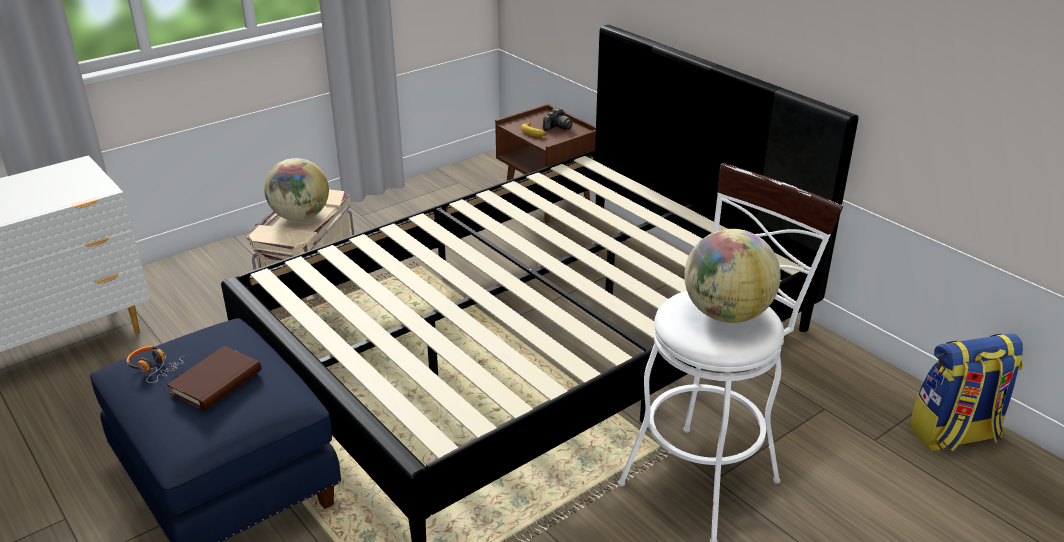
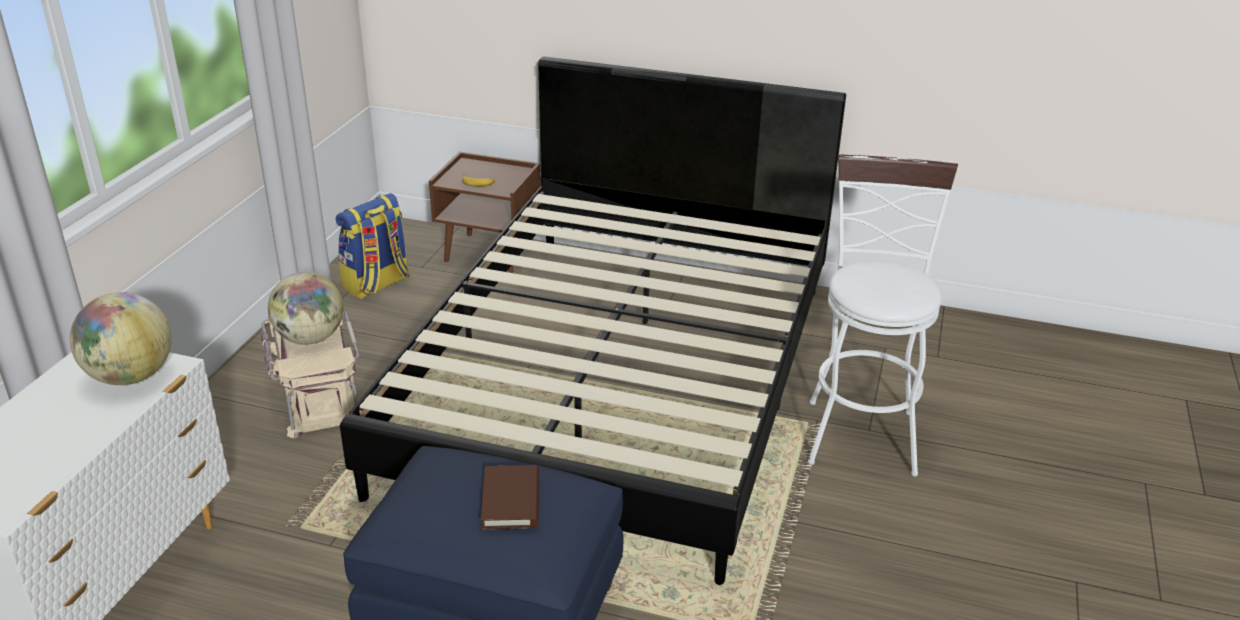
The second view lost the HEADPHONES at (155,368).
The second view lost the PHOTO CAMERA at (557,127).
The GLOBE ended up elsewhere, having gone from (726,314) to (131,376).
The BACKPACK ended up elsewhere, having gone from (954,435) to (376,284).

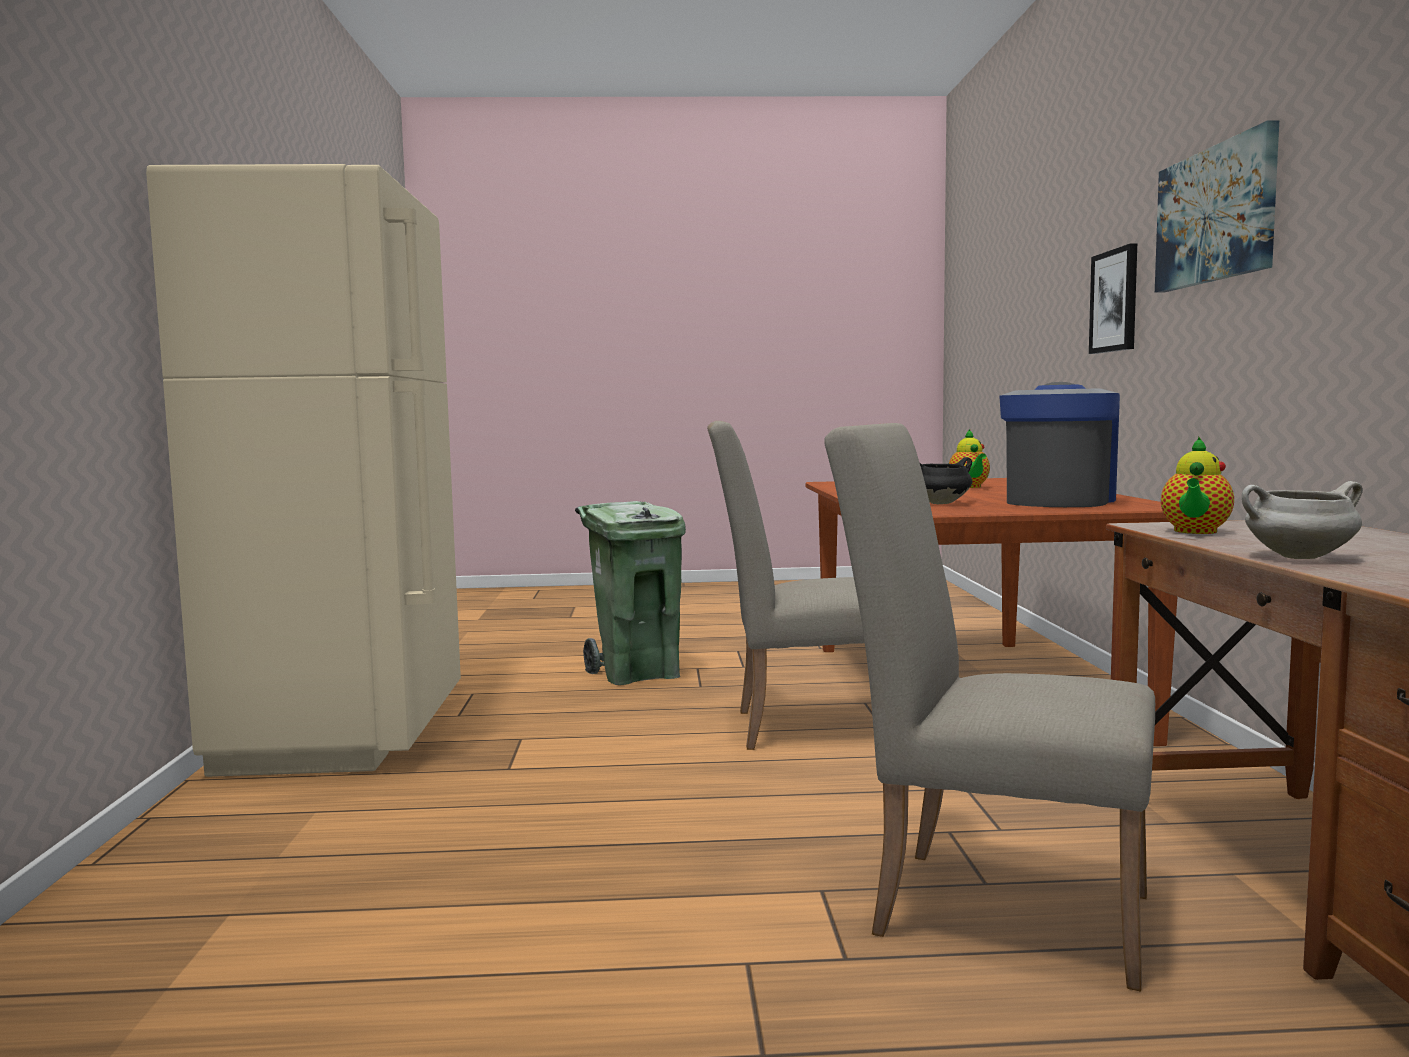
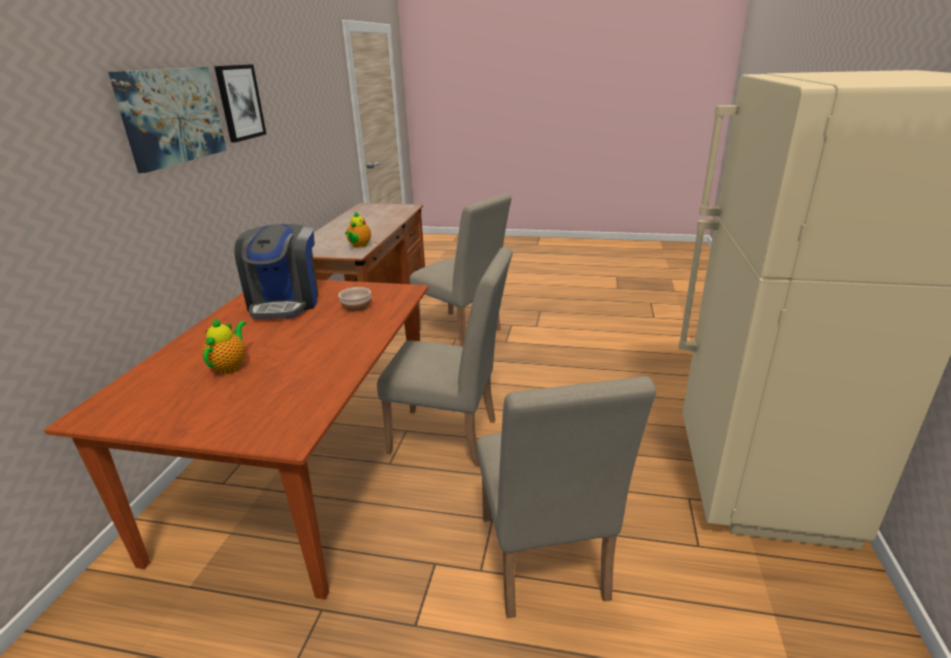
Where the GREEN TRASH CAN stood at (637,673), the BEIGE CHAIR came to stand at (543,566).
Where the BLACK COOKING POT stood at (940,503), the BOWL came to stand at (357,307).
The COFFEE MACHINE at (1058,501) ended up facing another way, 45 degrees counterclockwise from before.
The PICTURE ended up elsewhere, having gone from (1115,301) to (240,102).
The TEAPOT at (1195,532) ended up facing another way, 150 degrees clockwise from before.
The second view lost the WHITE COOKING POT at (1299,557).

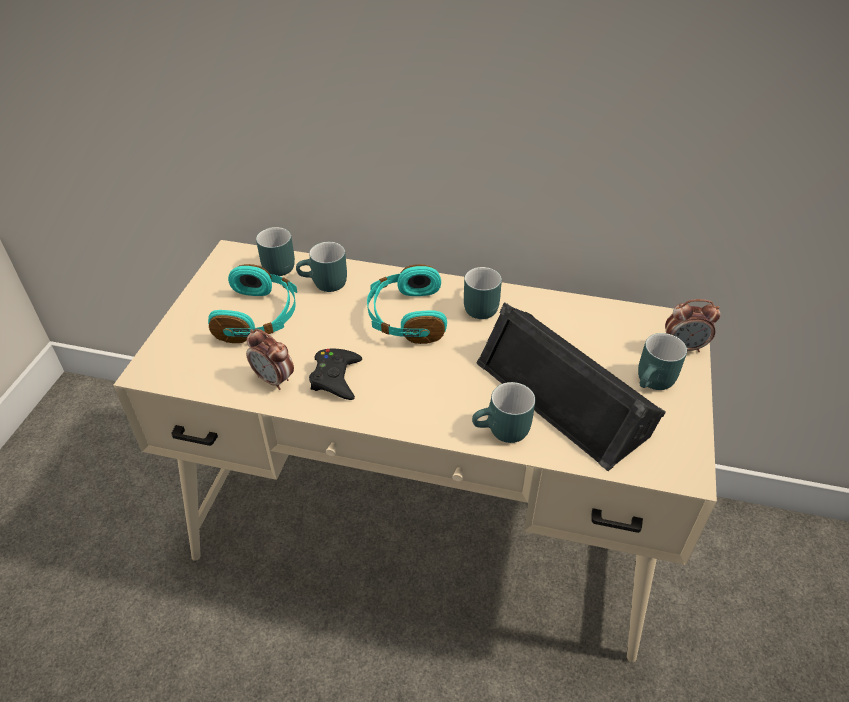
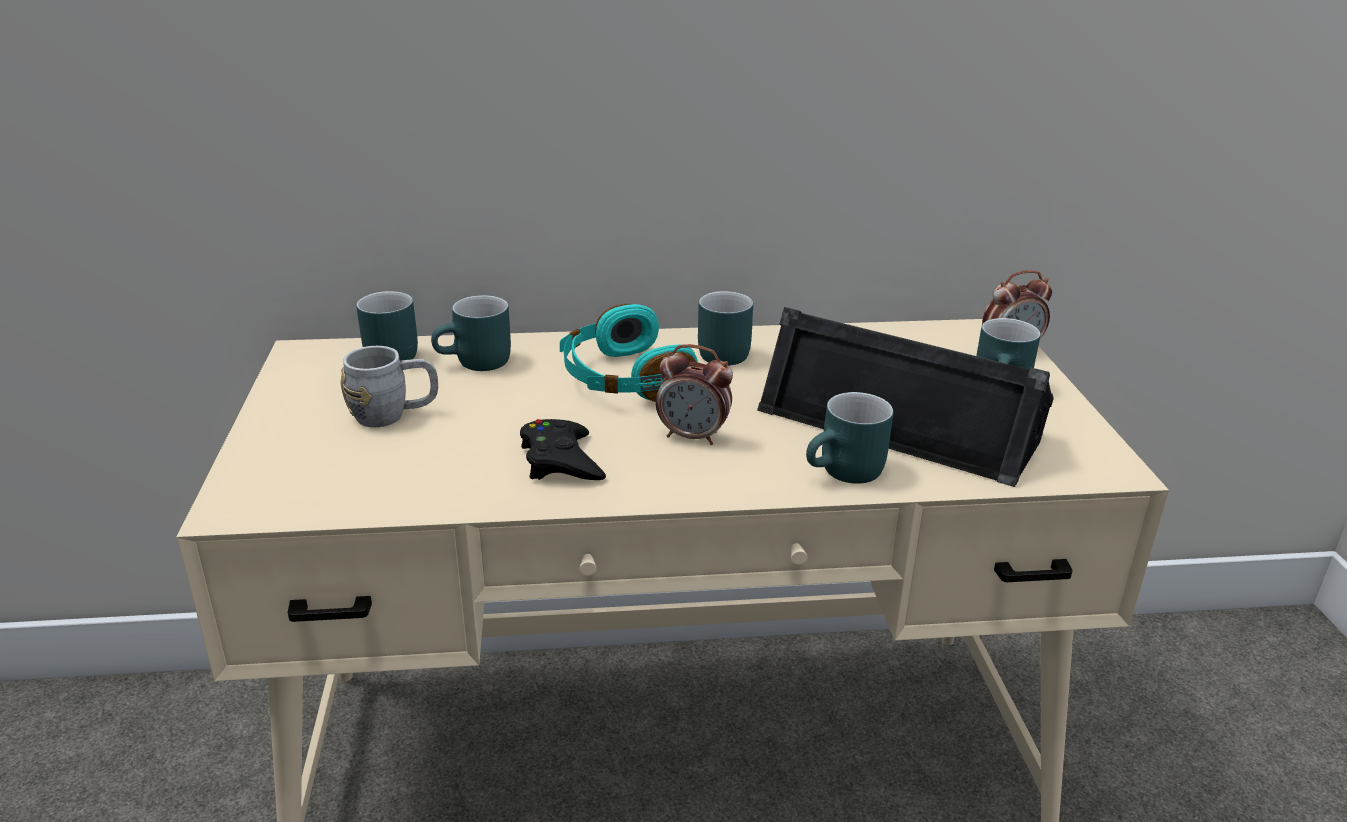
Where the TURQUOISE HEADPHONES stood at (259,317), the GREY MUG came to stand at (394,414).
The ALARM CLOCK ended up elsewhere, having gone from (274,380) to (693,436).

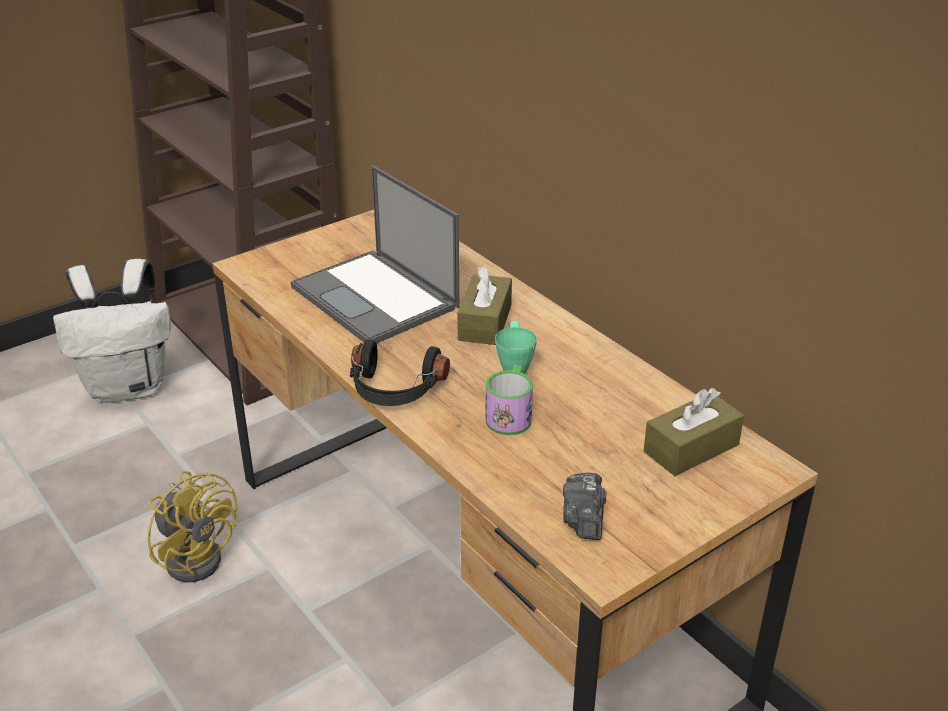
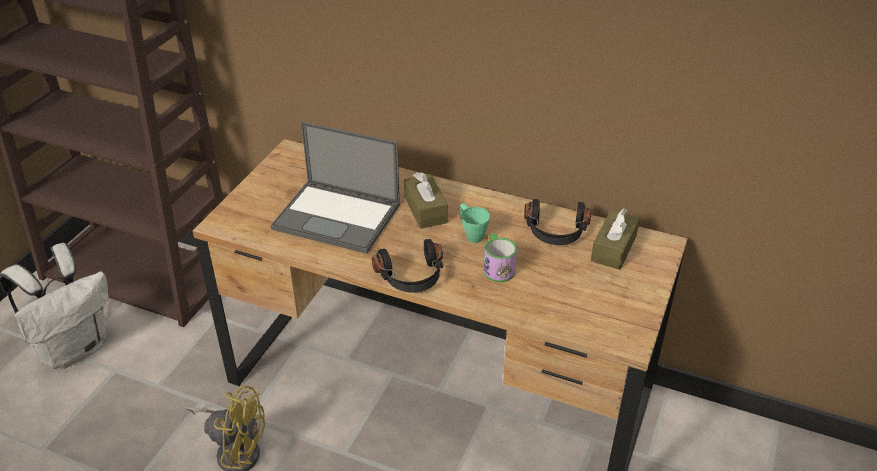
The second view lost the PHOTO CAMERA at (584,520).
The second view gained the BLACK HEADPHONES at (556,233).

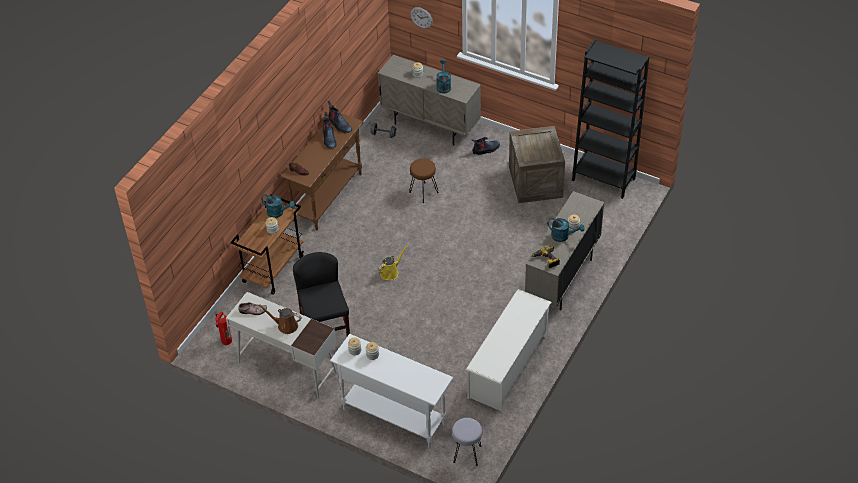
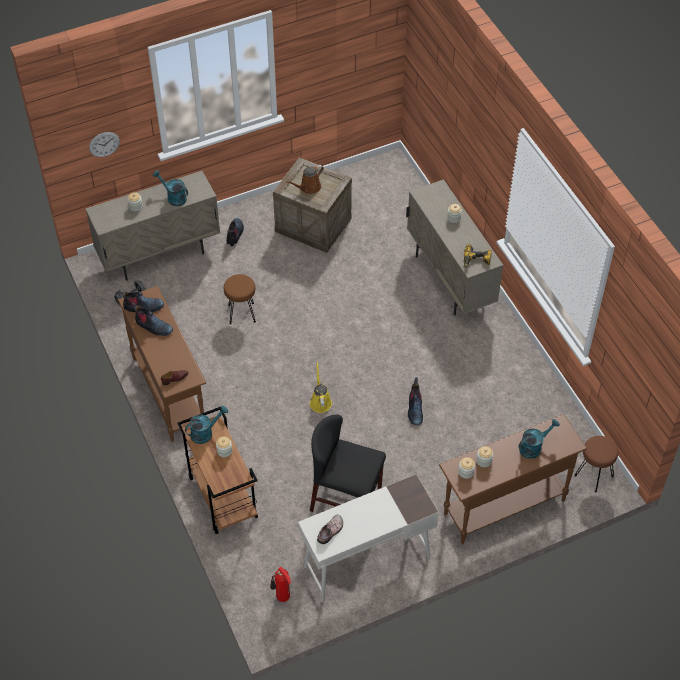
The BROWN WATERING CAN ended up elsewhere, having gone from (285,326) to (308,188).
What was the WHITE CONSOLE TABLE at (394,416) turned into the BROWN CONSOLE TABLE at (503,506).
What was the GREY STOOL at (467,453) turned into the BROWN STOOL at (593,475).
The second view lost the WHITE SHOE RACK at (508,366).
The TURQUOISE WATERING CAN ended up elsewhere, having gone from (563,236) to (533,447).
The second view lost the BLACK BOOKCASE at (603,179).
The second view gained the BOOT at (415,409).

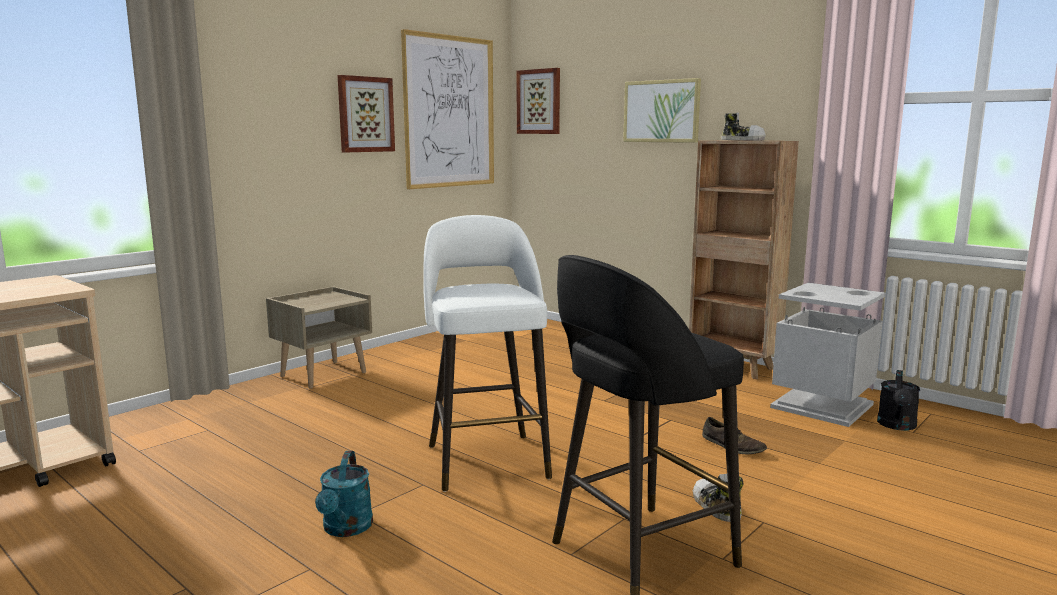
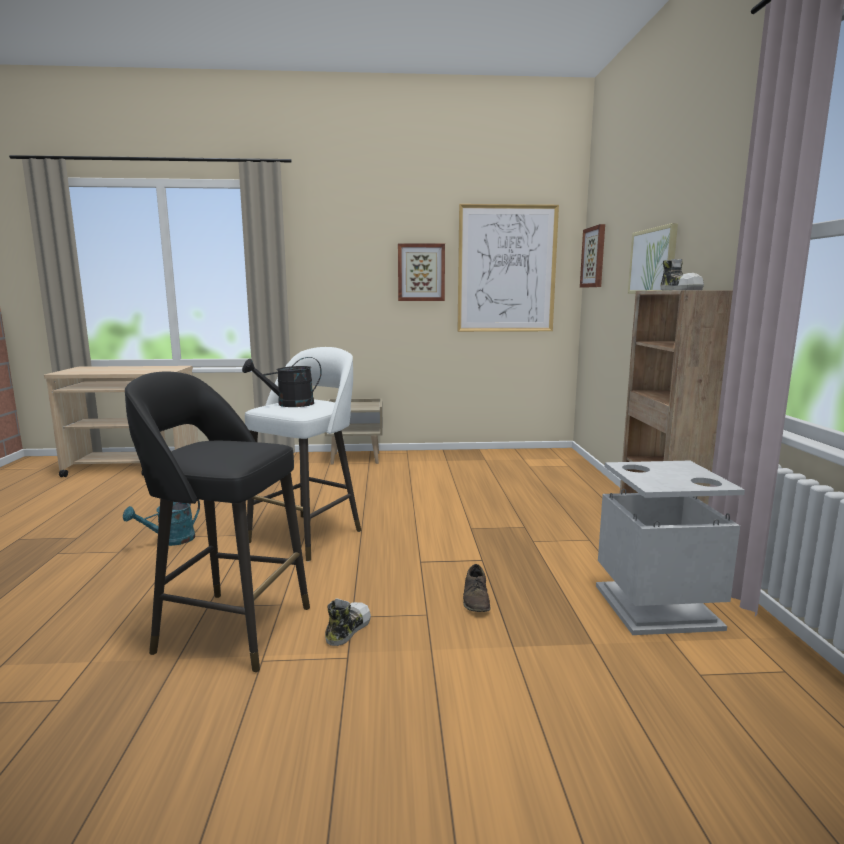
The BLACK WATERING CAN ended up elsewhere, having gone from (897,426) to (288,404).

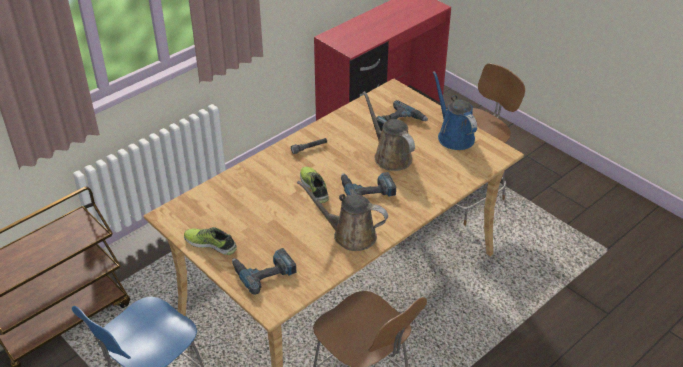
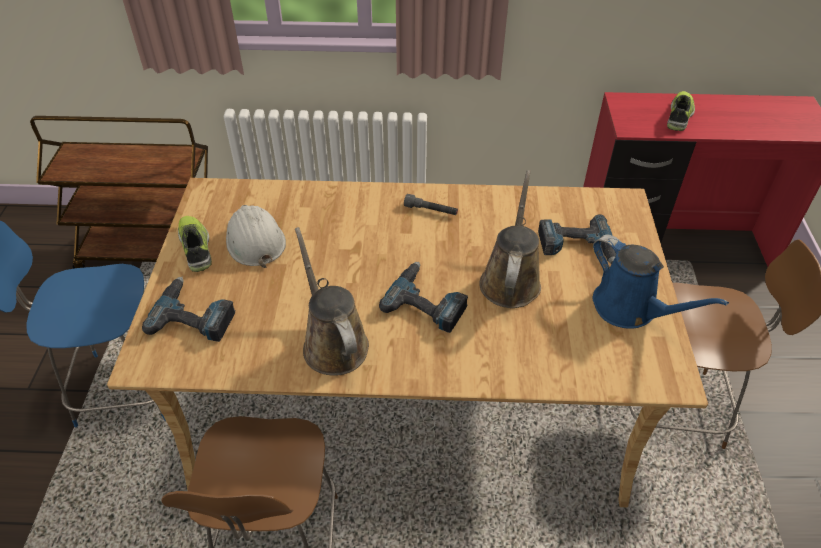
The SHOE ended up elsewhere, having gone from (315,188) to (680,116).
The BLUE WATERING CAN at (453,136) ended up facing another way, 120 degrees clockwise from before.
The second view gained the WHITE HARD HAT at (254,241).

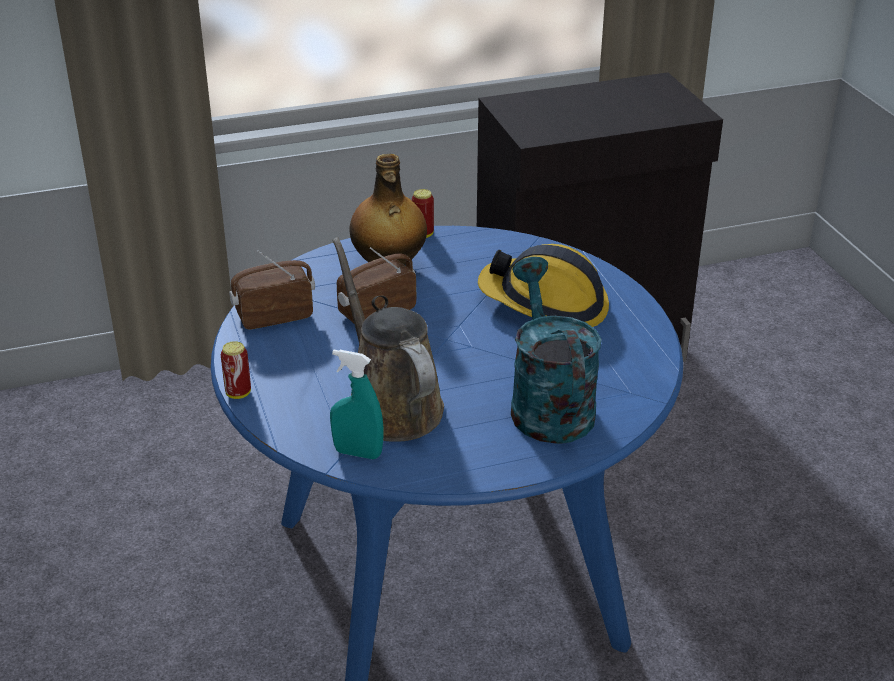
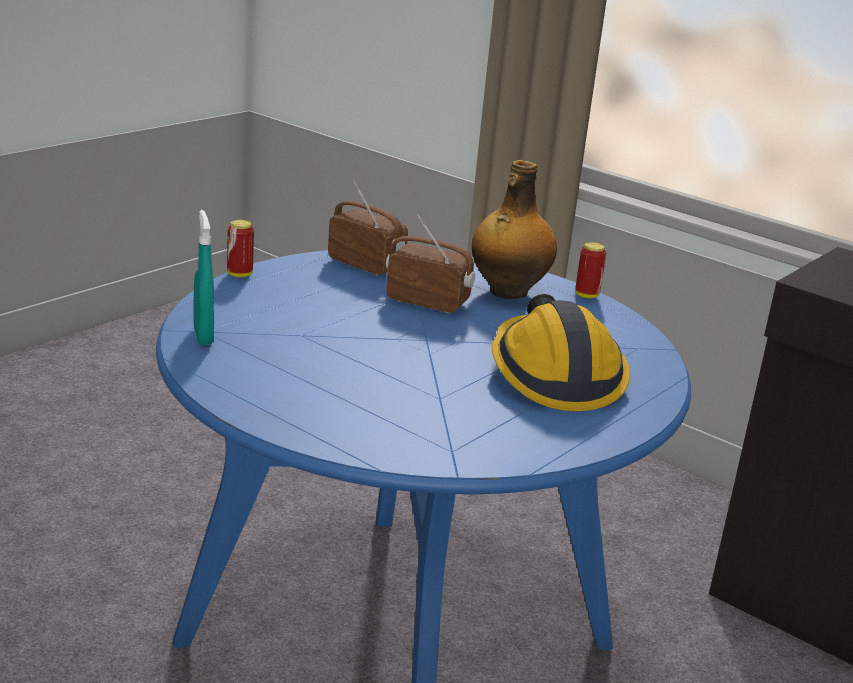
The second view lost the BROWN WATERING CAN at (390,404).
The second view lost the TURQUOISE WATERING CAN at (547,403).

